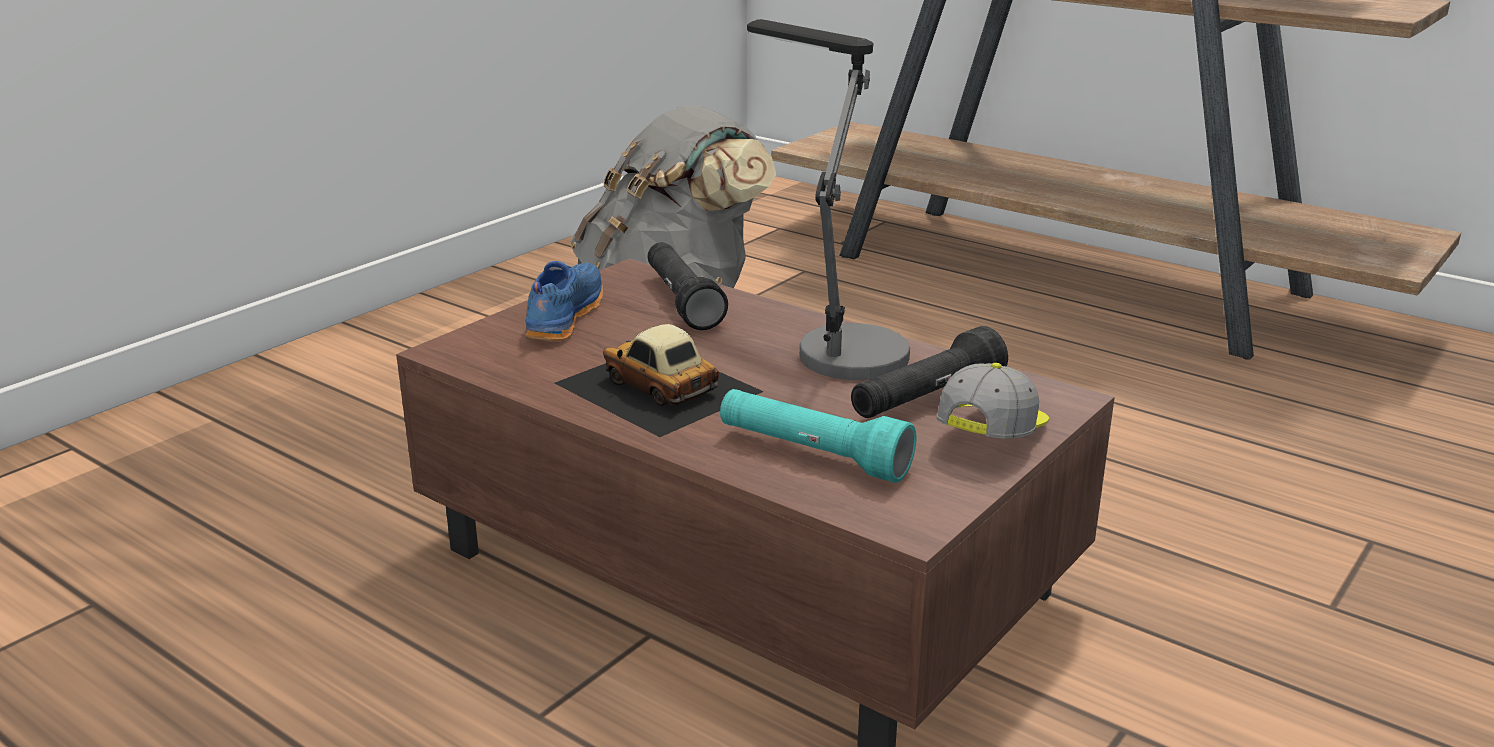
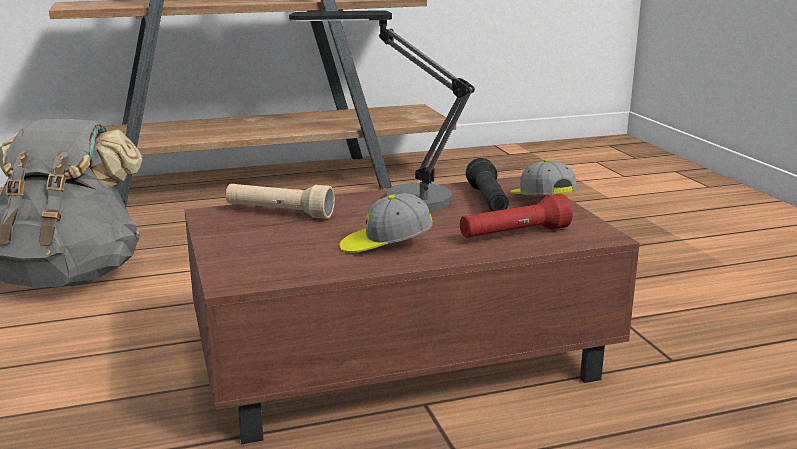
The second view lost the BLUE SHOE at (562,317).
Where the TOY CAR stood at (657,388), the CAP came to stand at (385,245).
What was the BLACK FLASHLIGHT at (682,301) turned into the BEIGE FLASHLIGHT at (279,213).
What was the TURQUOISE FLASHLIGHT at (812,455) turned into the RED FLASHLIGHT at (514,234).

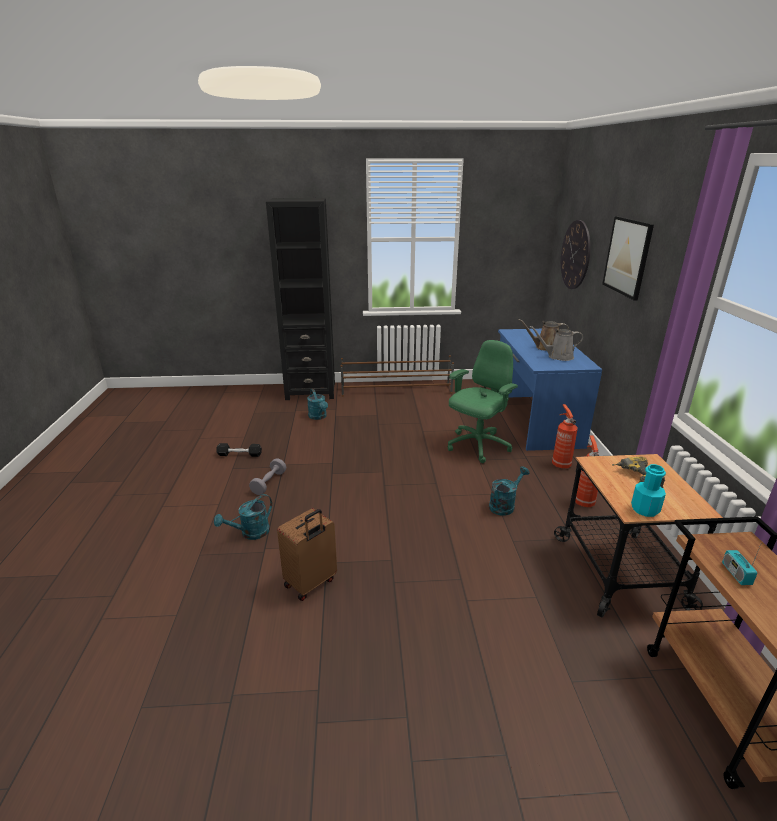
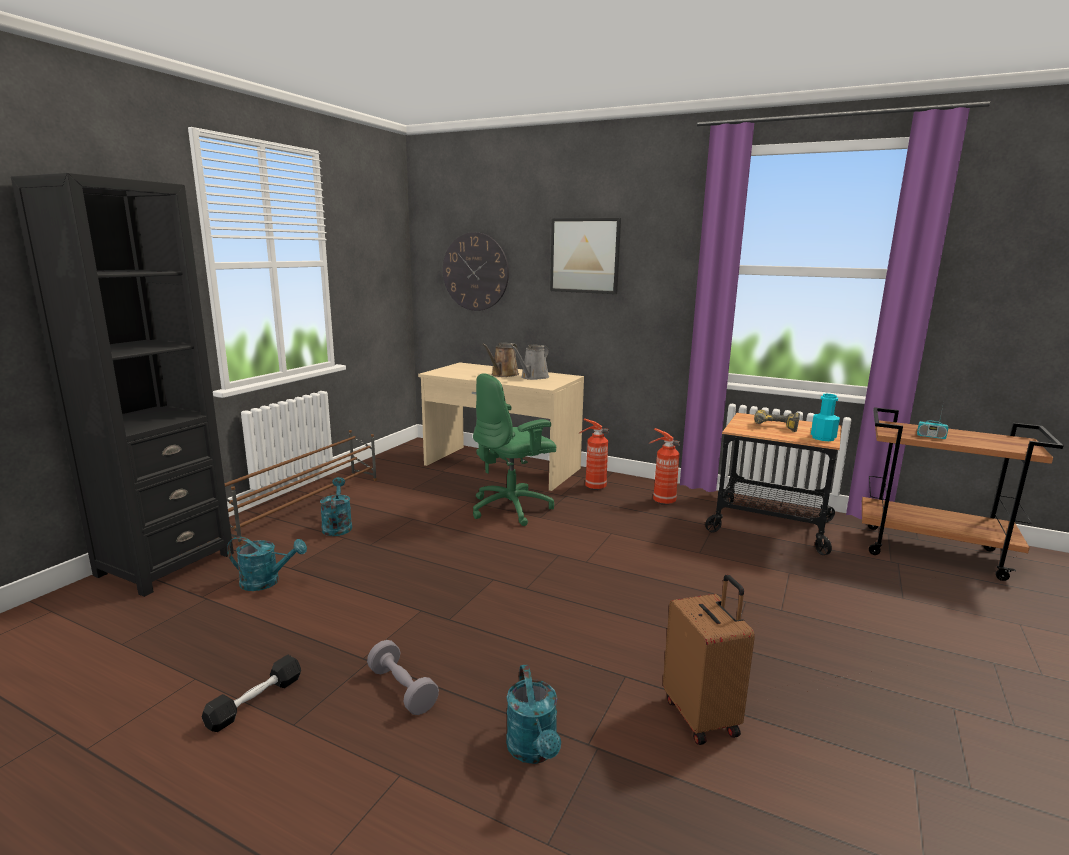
The GREEN OFFICE CHAIR at (477,446) ended up facing another way, 105 degrees counterclockwise from before.
The TURQUOISE WATERING CAN ended up elsewhere, having gone from (504,505) to (337,526).
What was the BLUE DESK at (534,420) turned into the BEIGE DESK at (501,467).

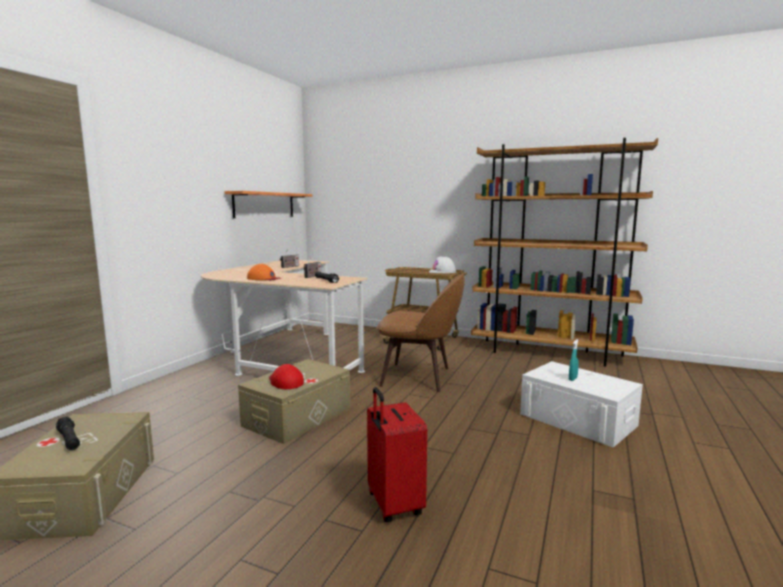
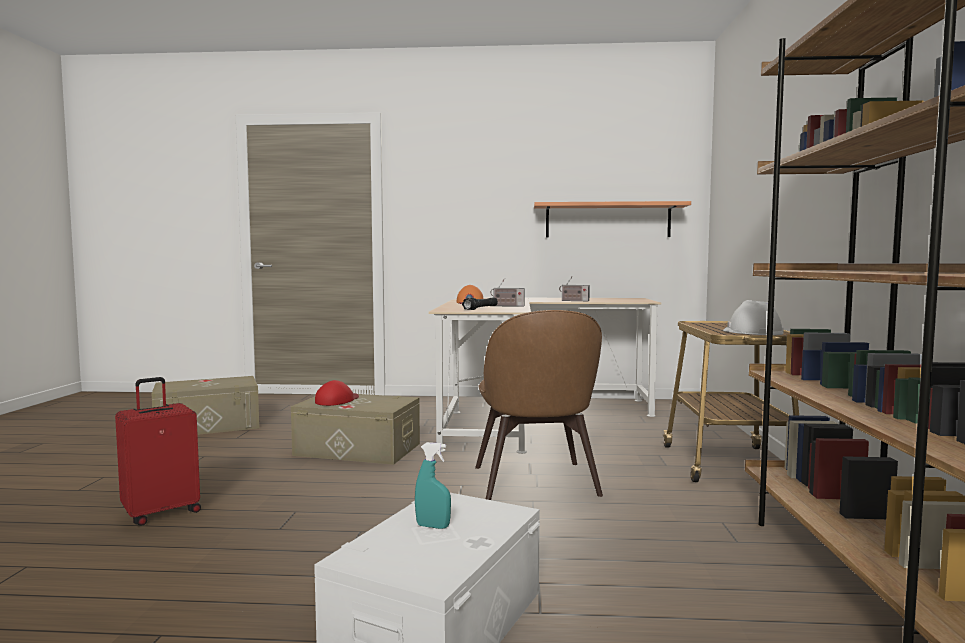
The second view lost the BLACK FLASHLIGHT at (69,439).

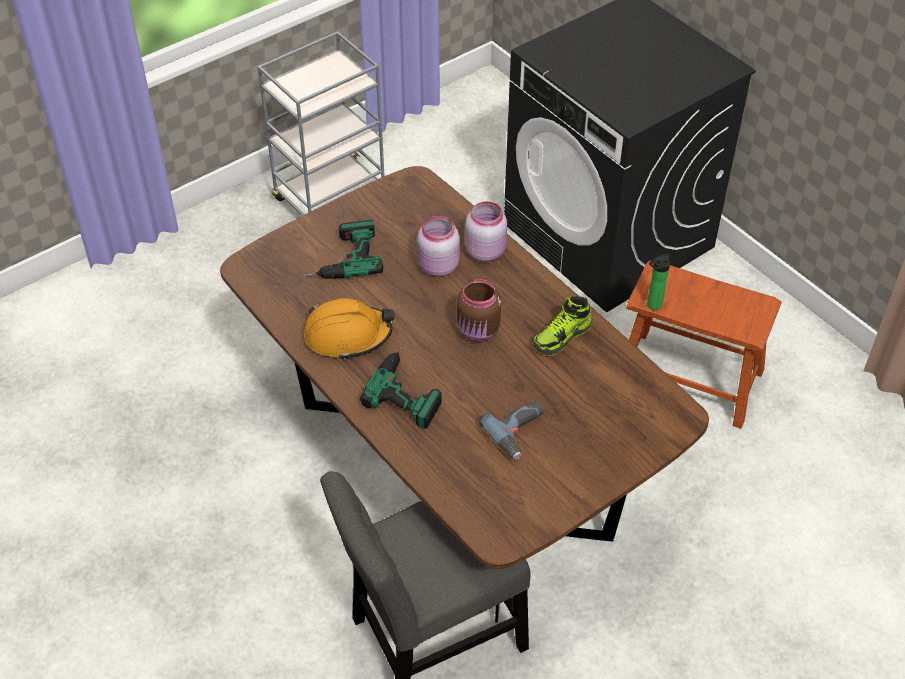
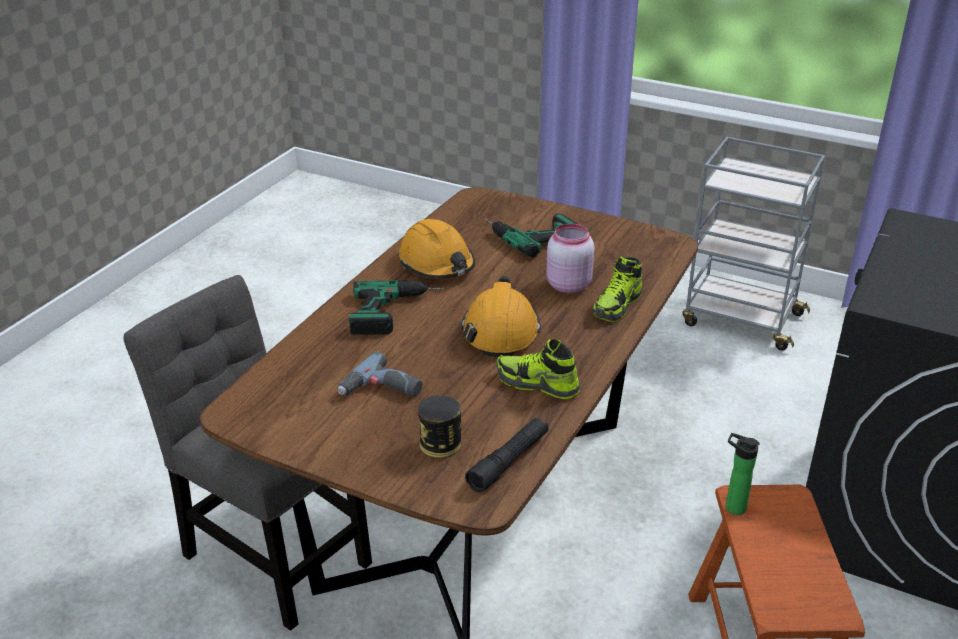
Where the BROWN JAR stood at (478,331), the ORANGE HARD HAT came to stand at (500,330).
Where the PINK JAR stood at (485,251), the SHOE came to stand at (617,306).
The second view gained the CAN at (440,444).
The second view gained the BLACK FLASHLIGHT at (508,461).

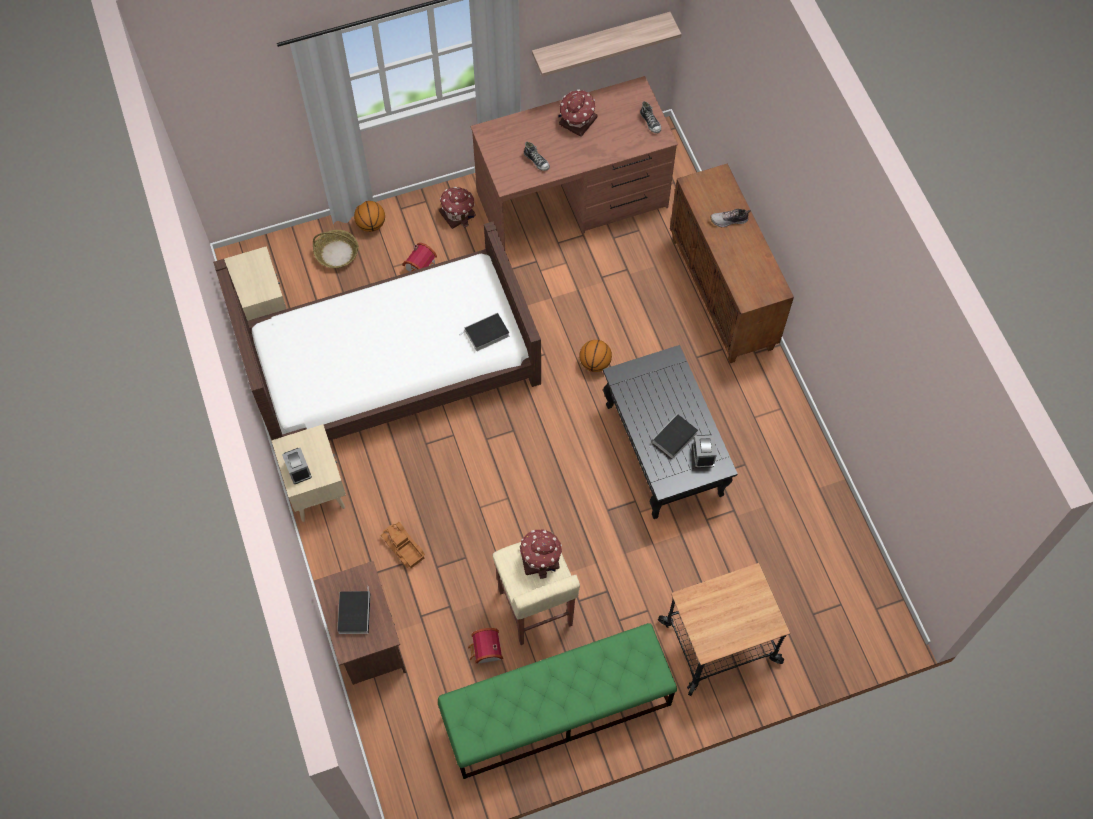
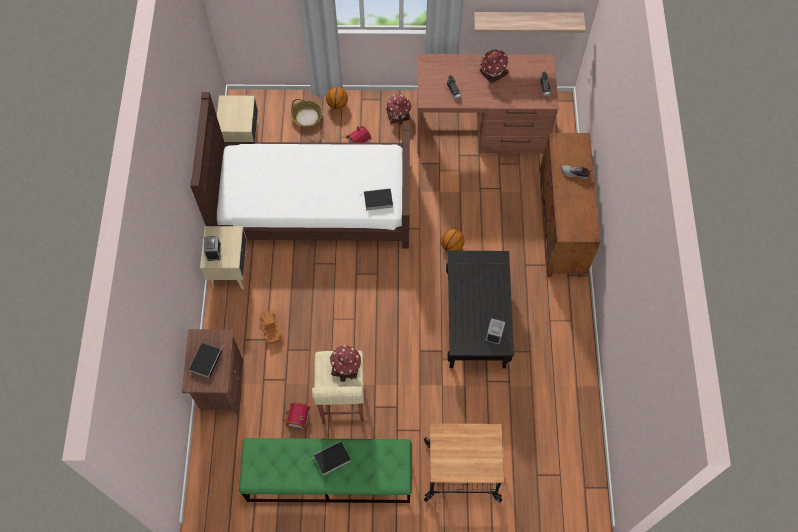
The BOOK ended up elsewhere, having gone from (674,439) to (331,459).

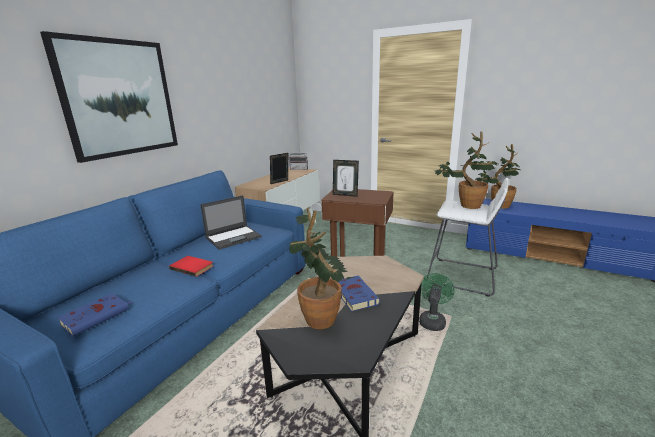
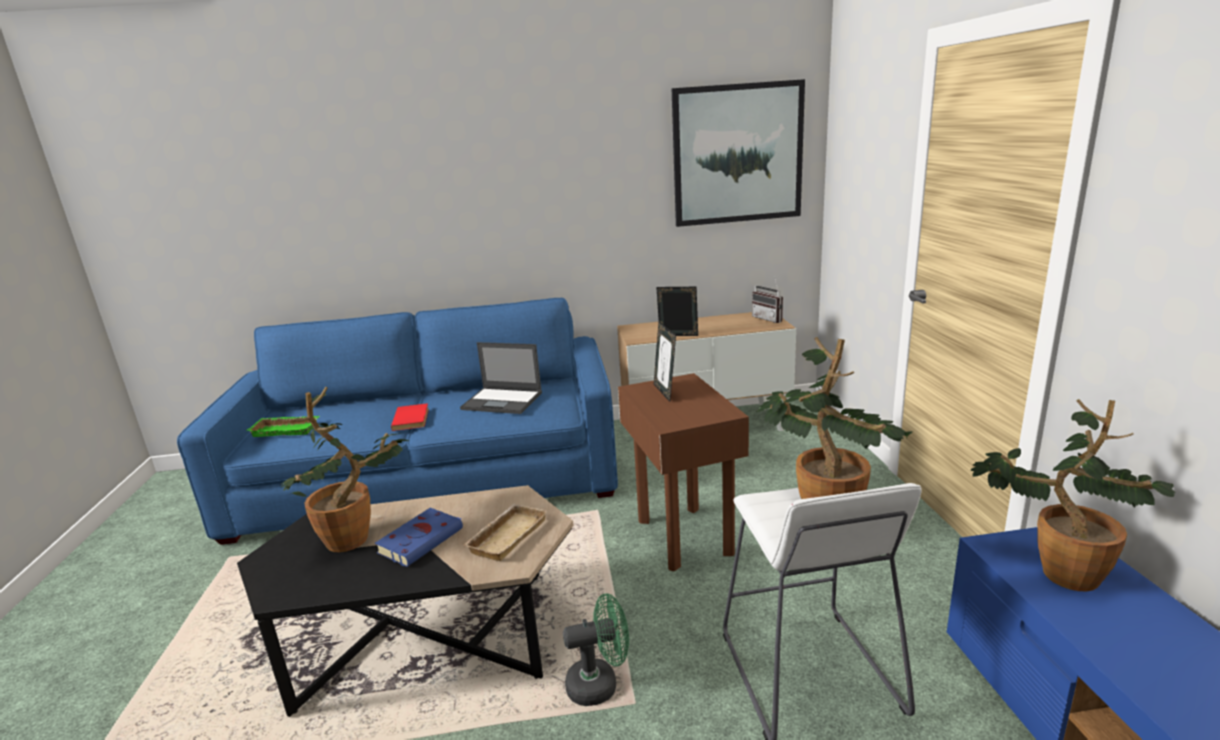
The PICTURE ended up elsewhere, having gone from (119,98) to (737,154).
Where the BLUE BOOK stood at (97,316), the GREEN TRAY came to stand at (287,429).
The second view gained the BEIGE TRAY at (506,535).

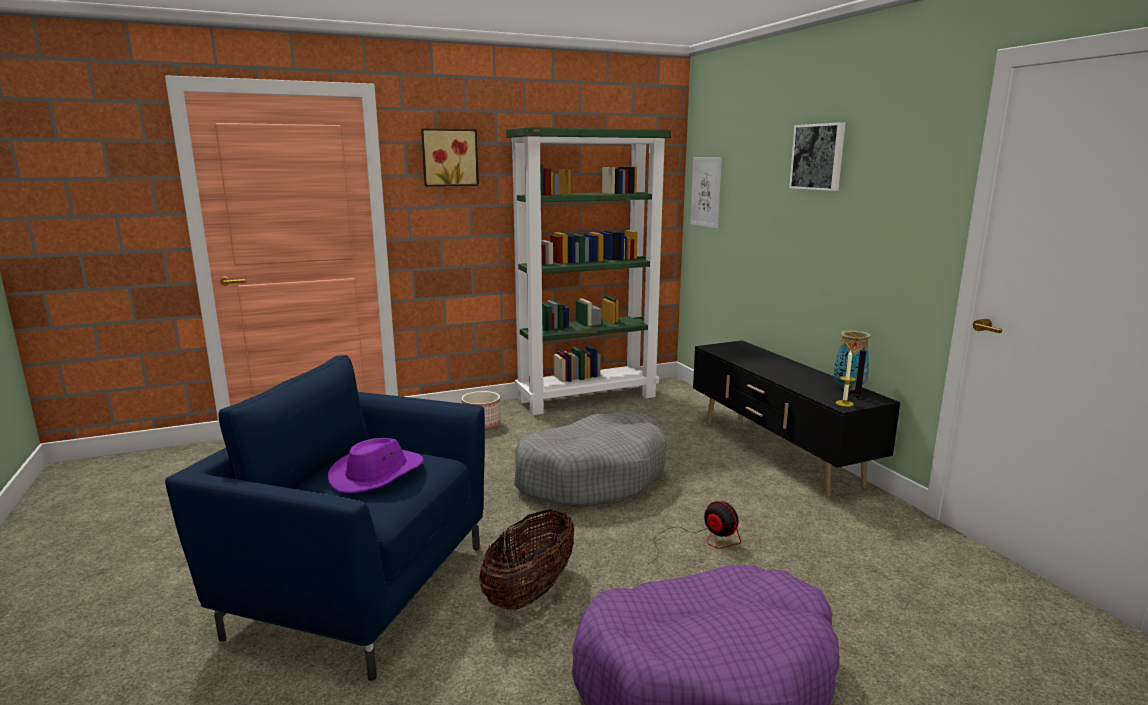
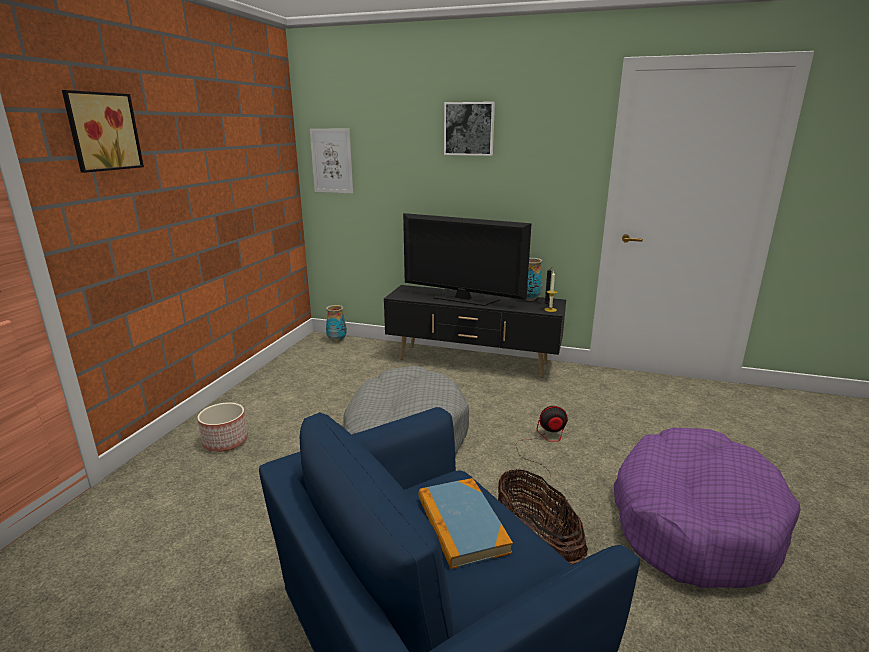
Where the PURPLE HAT stood at (377,474), the BOOK came to stand at (462,524).
The second view lost the GREEN BOOKCASE at (588,398).
The second view gained the VASE at (337,340).
The second view gained the TELEVISION at (463,298).

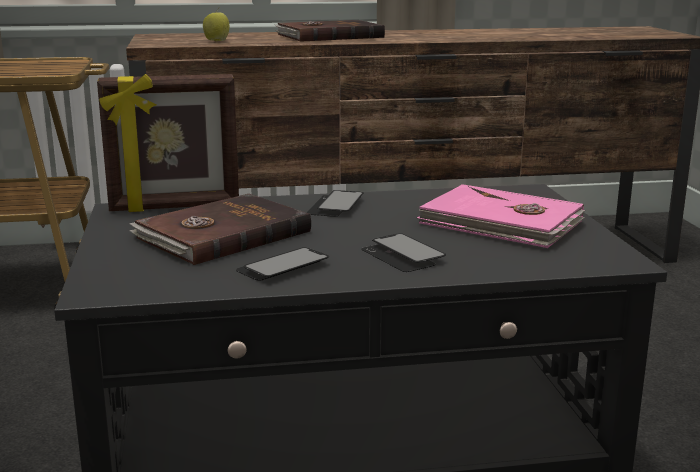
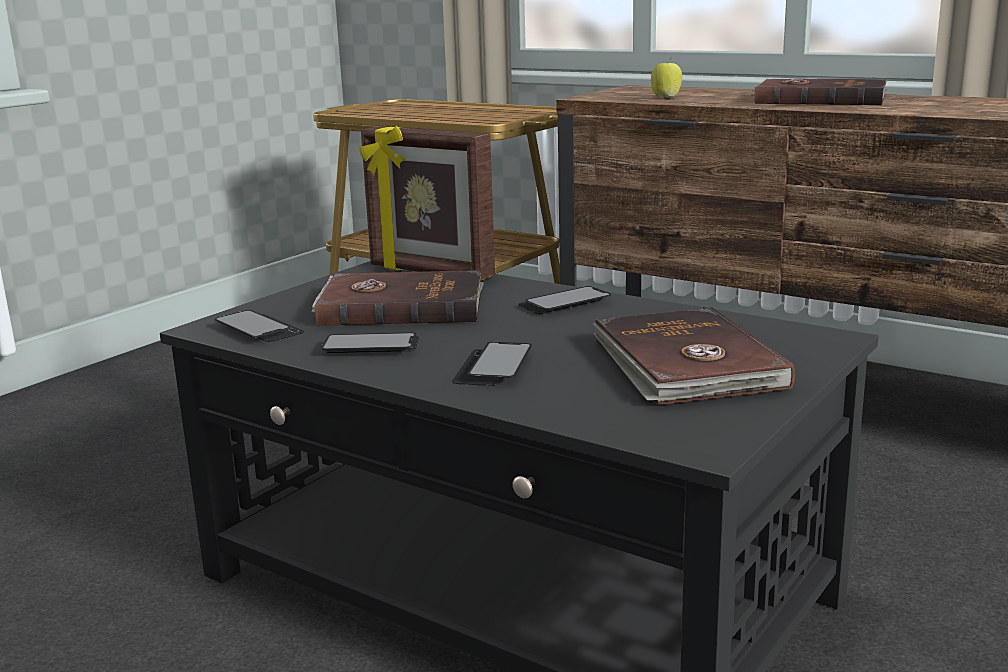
What was the PINK BOOK at (501,223) turned into the BROWN BOOK at (684,365).
The second view gained the PHONE at (259,329).

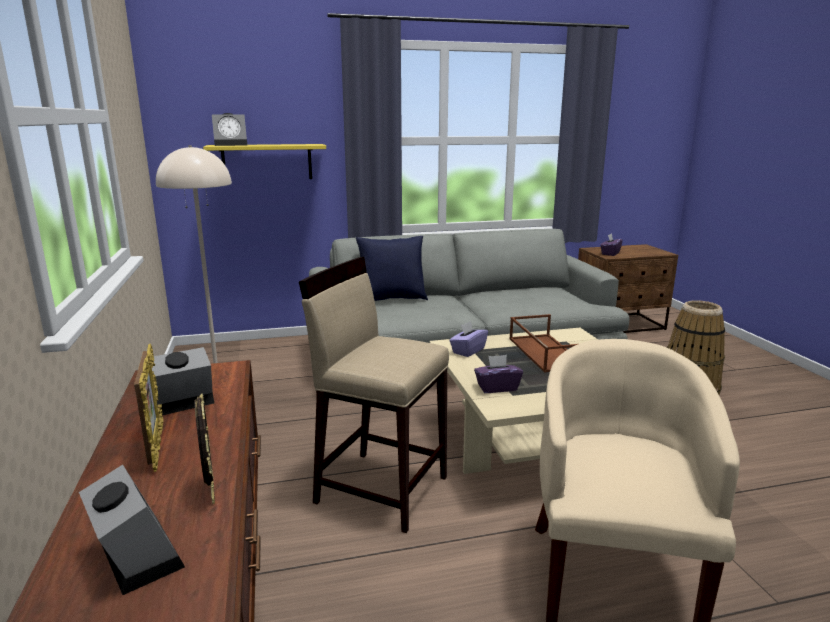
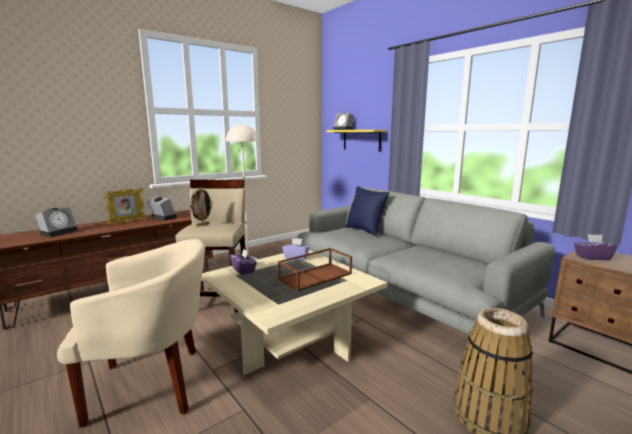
The PICTURE FRAME ended up elsewhere, having gone from (211,493) to (202,225).

